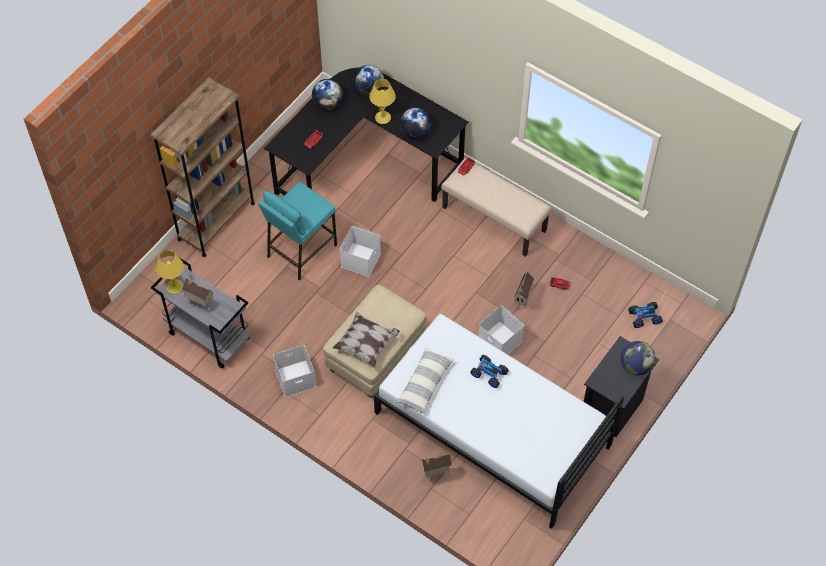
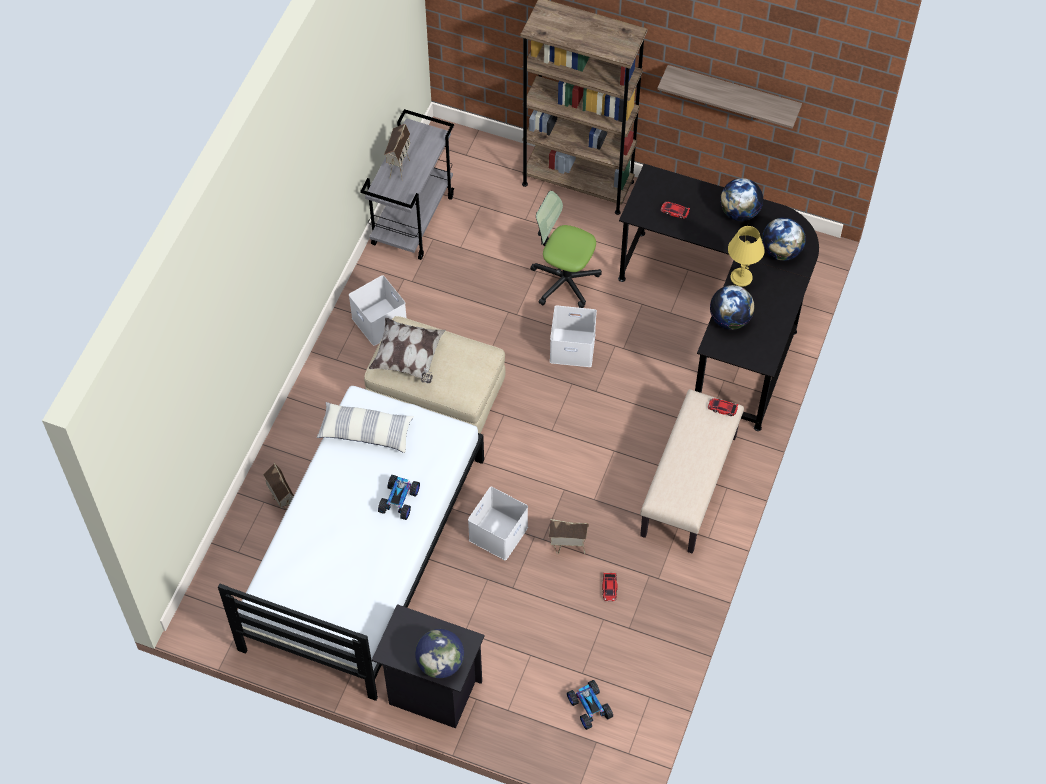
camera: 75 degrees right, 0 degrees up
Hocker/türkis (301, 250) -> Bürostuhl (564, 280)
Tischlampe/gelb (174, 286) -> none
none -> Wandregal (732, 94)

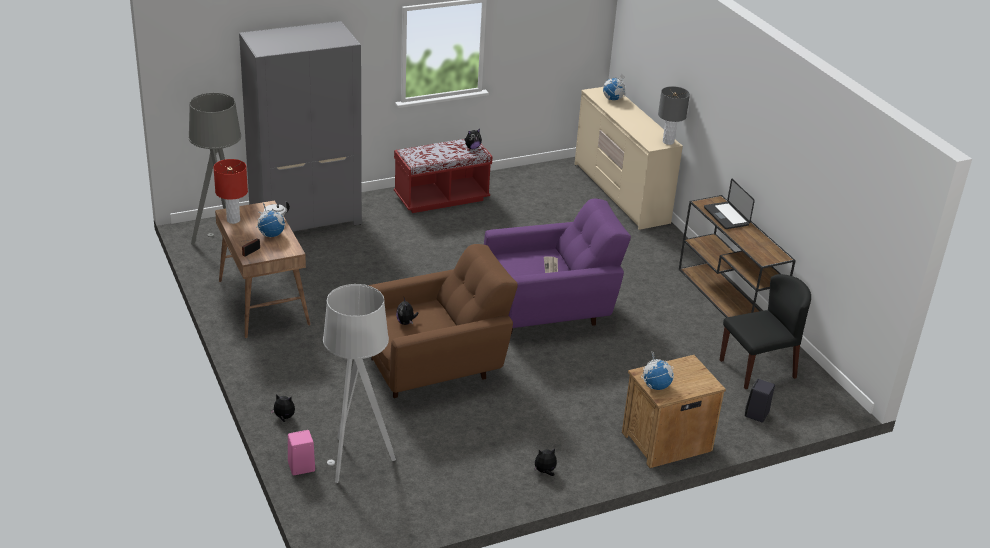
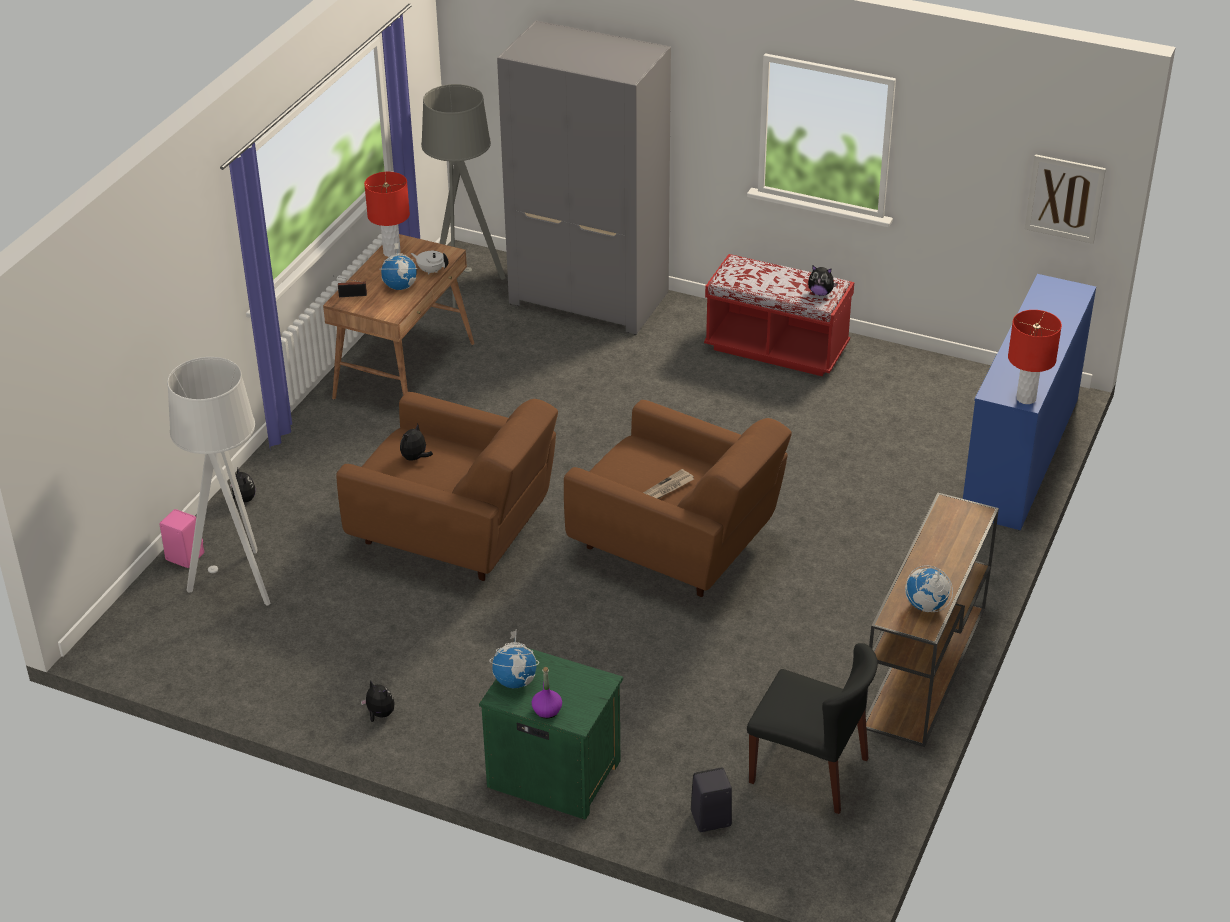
camera: 50 degrees right, 5 degrees up
Globus (613, 99) -> Globus (926, 606), moved
Tischlampe/grau (668, 142) -> Tischlampe/rot (1026, 398)
Kommode/beige (621, 193) -> Kommode/blau (1020, 456)
Laptop (726, 216) -> none
Sessel/lila (549, 310) -> Sessel/braun (678, 549)
Nachttisch/braun (665, 441) -> Nachttisch/grün (553, 772)
none -> Bild (1064, 198)
none -> Flasche/lila (547, 710)

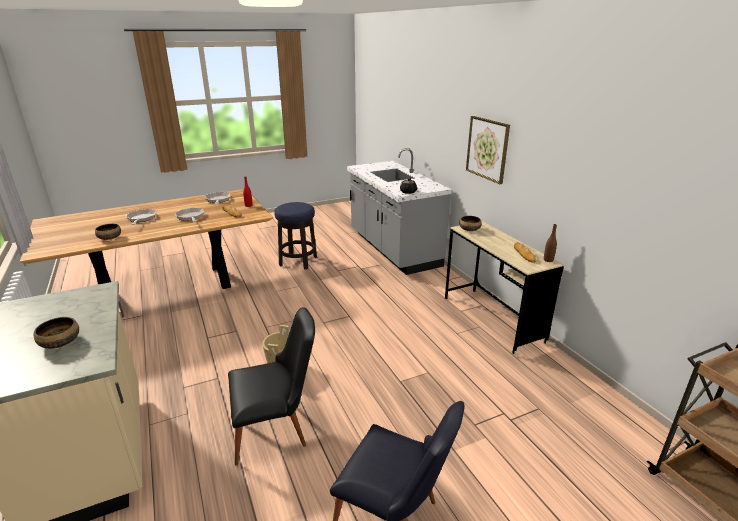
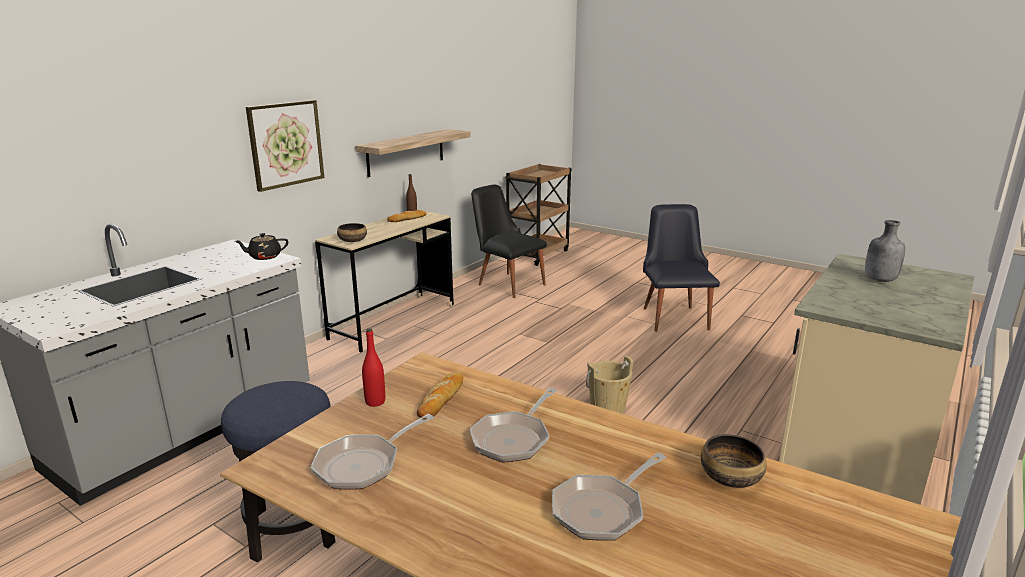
camera: 120 degrees left, 5 degrees down
Stuhl/schwarz (276, 430) -> Stuhl/schwarz (507, 283), moved
Schüssel (61, 342) -> Flasche/grau (879, 280)
none -> Wandregal (406, 152)

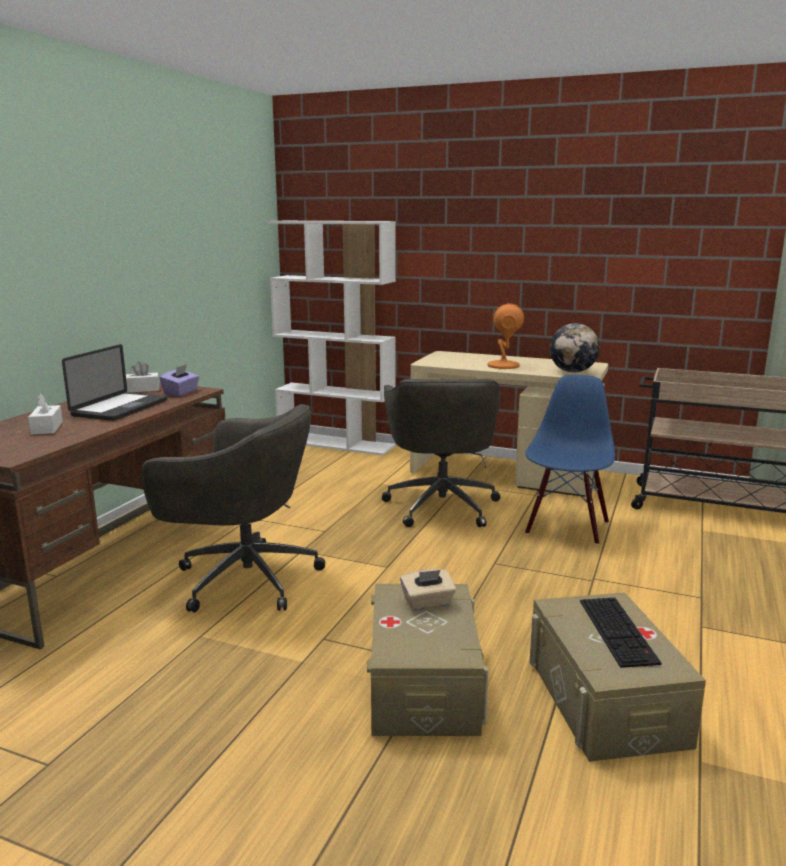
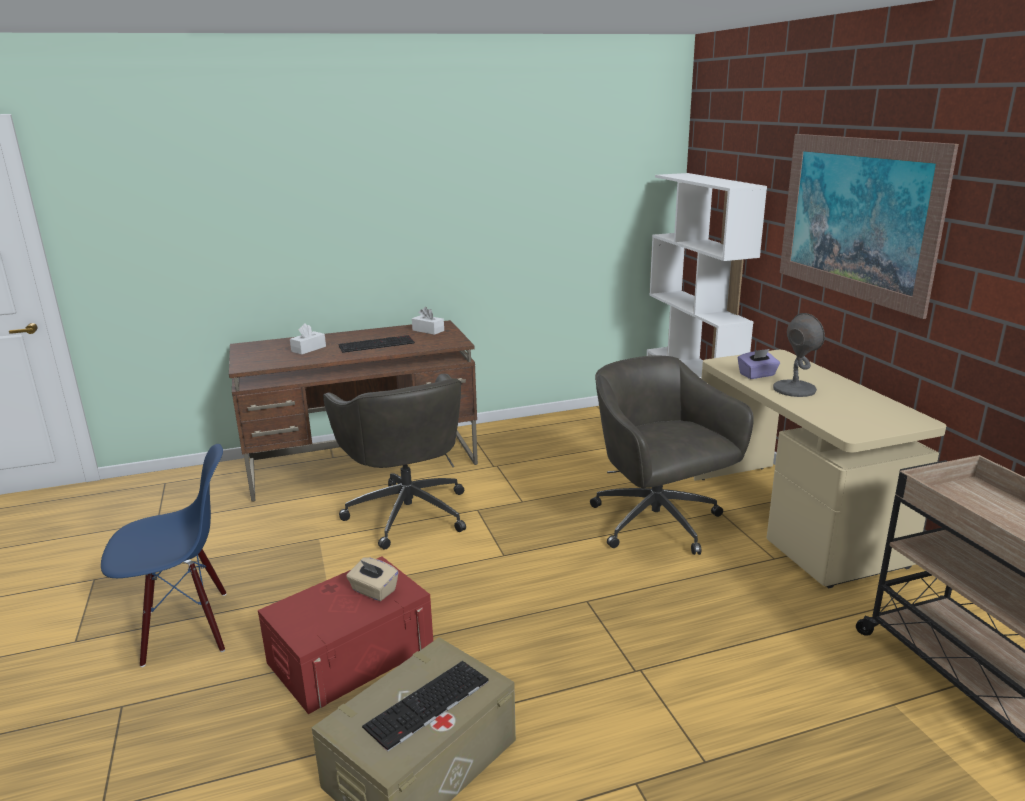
camera: 50 degrees right, 5 degrees up
Tischlampe/orange (503, 365) -> Tischlampe/grau (794, 389)
Globus (572, 372) -> none
Laptop (120, 408) -> Tastatur (377, 344)
Taschentuchbox/lila (181, 392) -> Taschentuchbox/lila (757, 375), moved
Stuhl/blau (565, 527) -> Stuhl/blau (186, 629), moved
Bürostuhl/grau (442, 505) -> Bürostuhl/grau (658, 524), 105 degrees clockwise
Aufbewahrungsbox/beige (423, 683) -> Aufbewahrungsbox/rot (351, 654)
none -> Bild (856, 218)

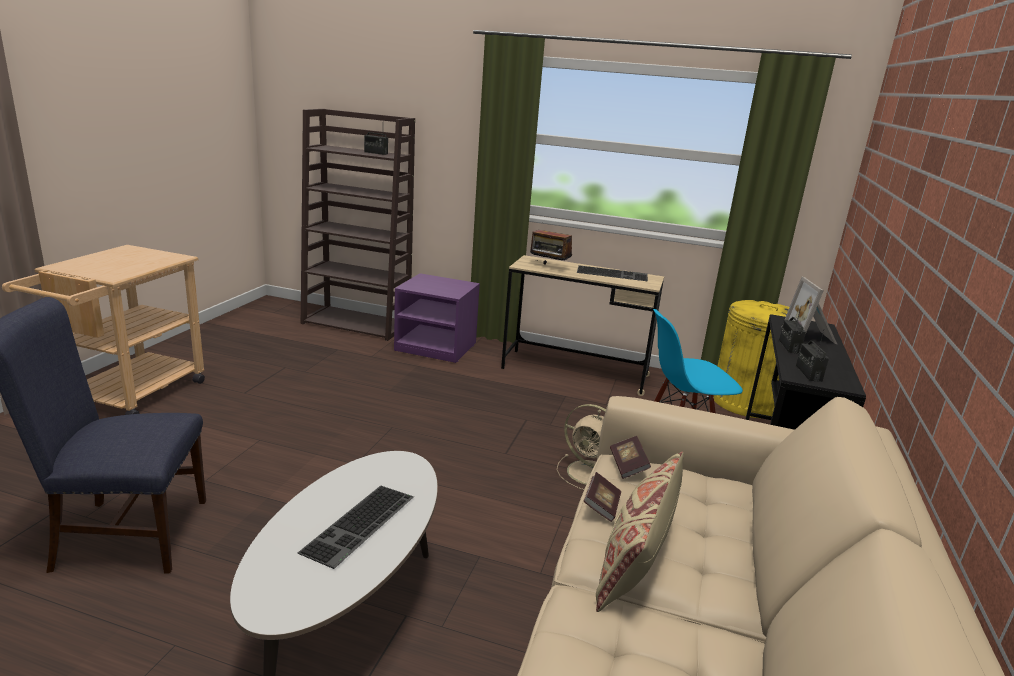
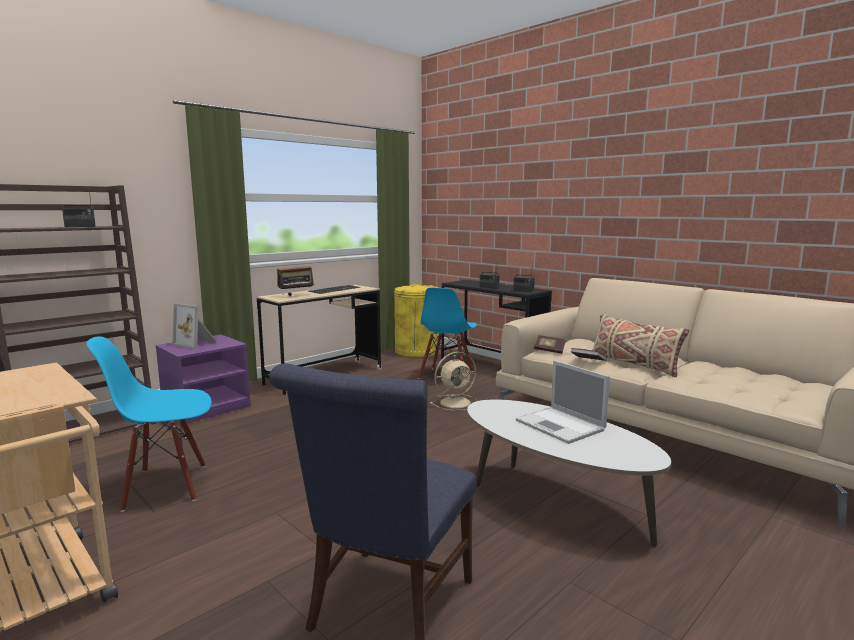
camera: 60 degrees left, 10 degrees down
Bilderrahmen (810, 336) -> Bilderrahmen (197, 343), moved
Tastatur (360, 525) -> Laptop (561, 426)
none -> Stuhl/blau (166, 486)

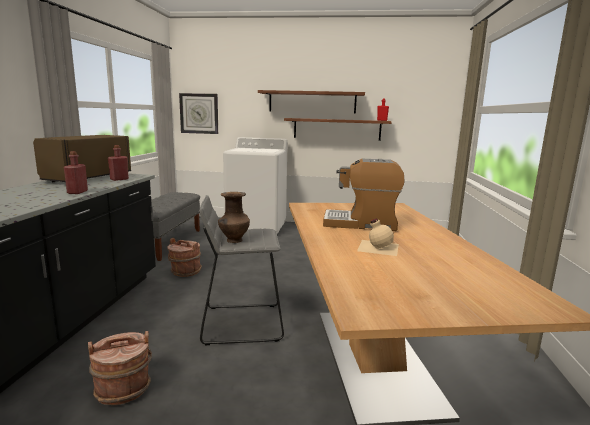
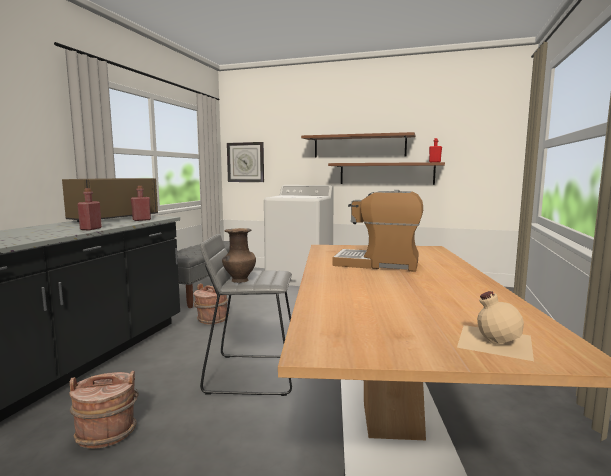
camera: 10 degrees right, 5 degrees down
Flasche/beige (377, 247) -> Flasche/beige (493, 340), moved

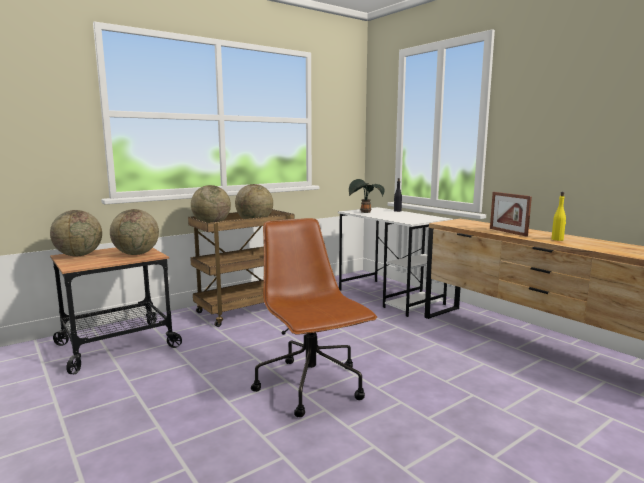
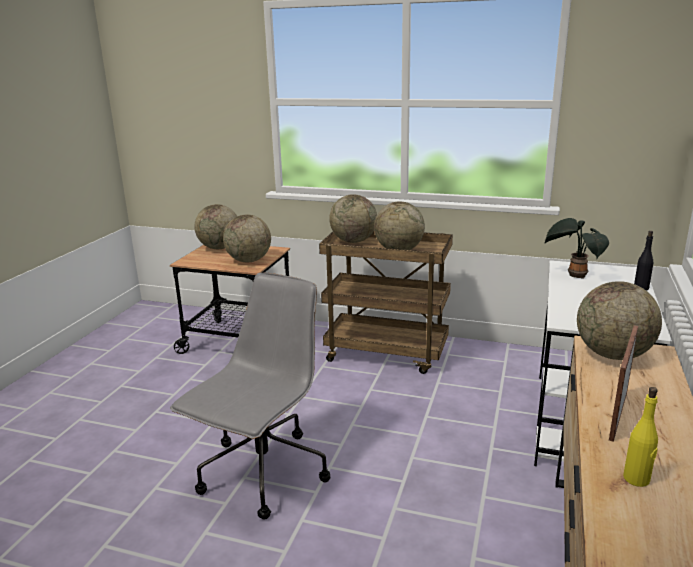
camera: 55 degrees right, 10 degrees up
Bürostuhl/braun (312, 386) -> Bürostuhl/grau (263, 474)
none -> Globus (613, 354)

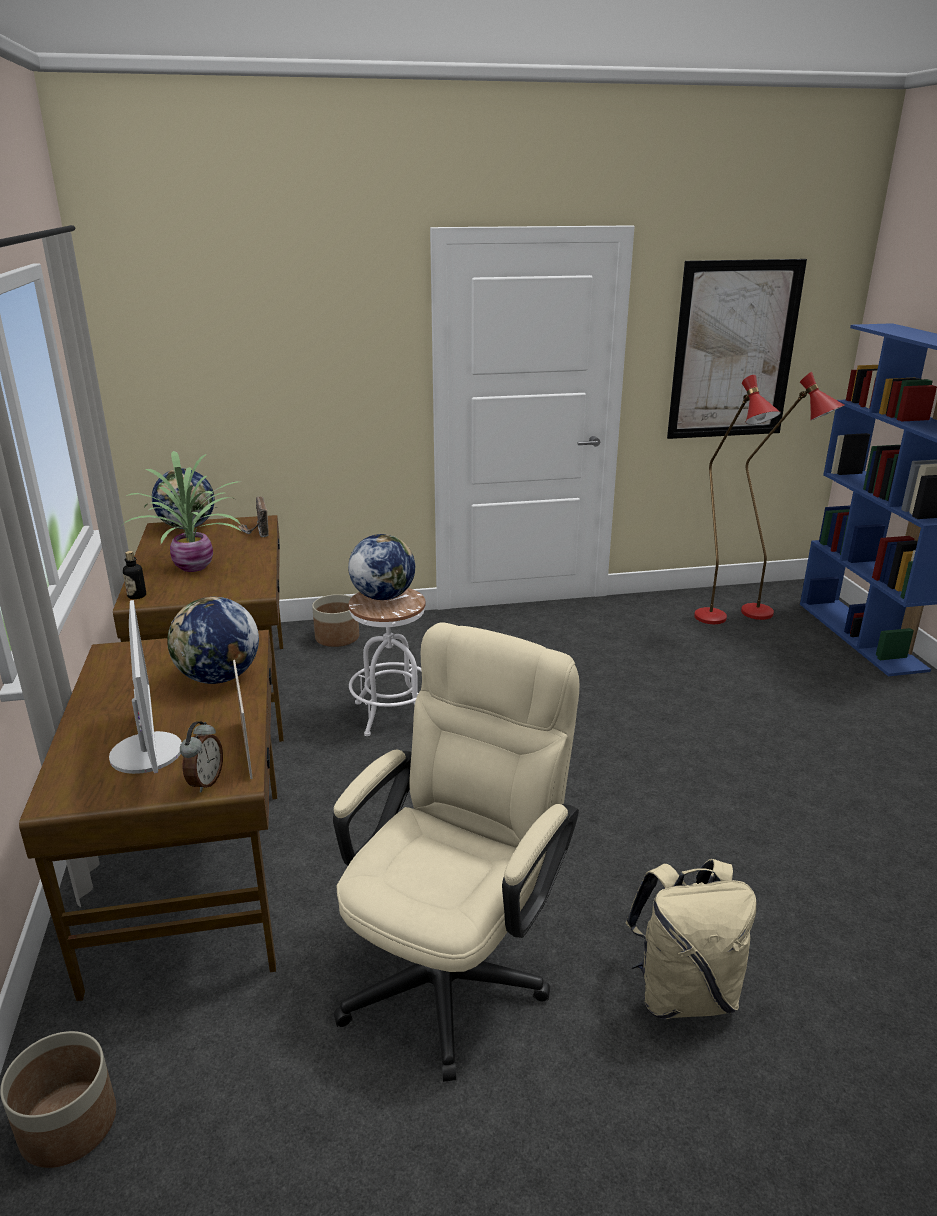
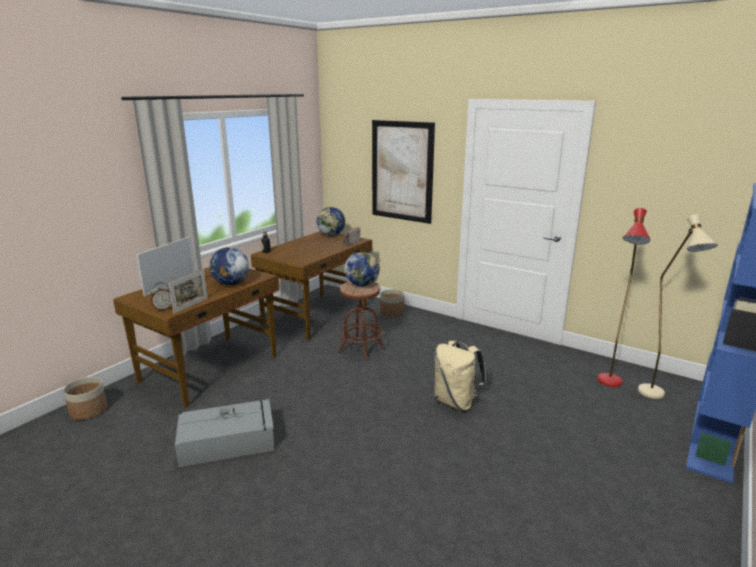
camera: 45 degrees right, 5 degrees down
Bild (734, 351) -> Bild (401, 171), moved
Stehlampe/rot (768, 616) -> Stehlampe/beige (656, 397)
Topfpflanze (196, 566) -> none
Hocker/weiß (392, 714) -> Hocker/braun (361, 349)
Bürostuhl/beige (454, 965) -> Aufbewahrungsbox/grau (229, 442)
Rucksack/beige (683, 993) -> Rucksack/beige (456, 402), moved

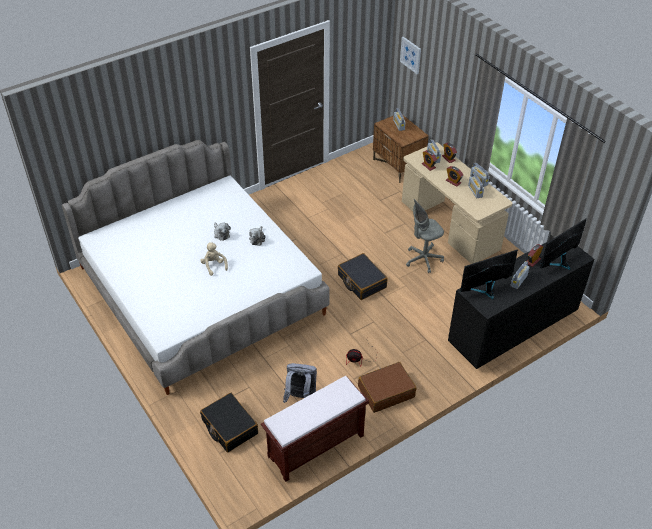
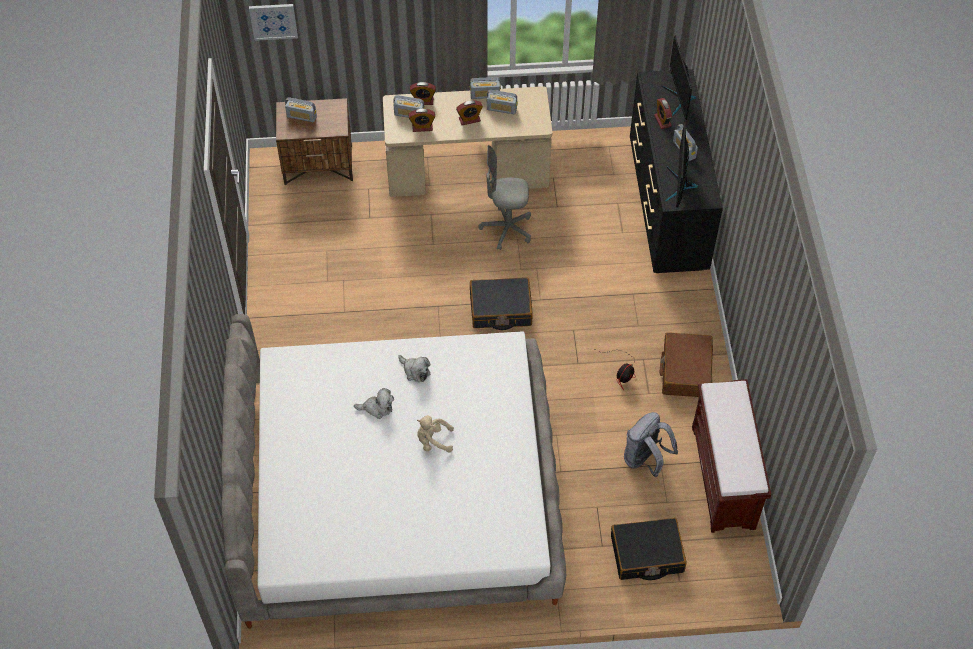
camera: 60 degrees left, 10 degrees up
Bürostuhl/grau (423, 259) -> Bürostuhl/grau (506, 229), 90 degrees clockwise

